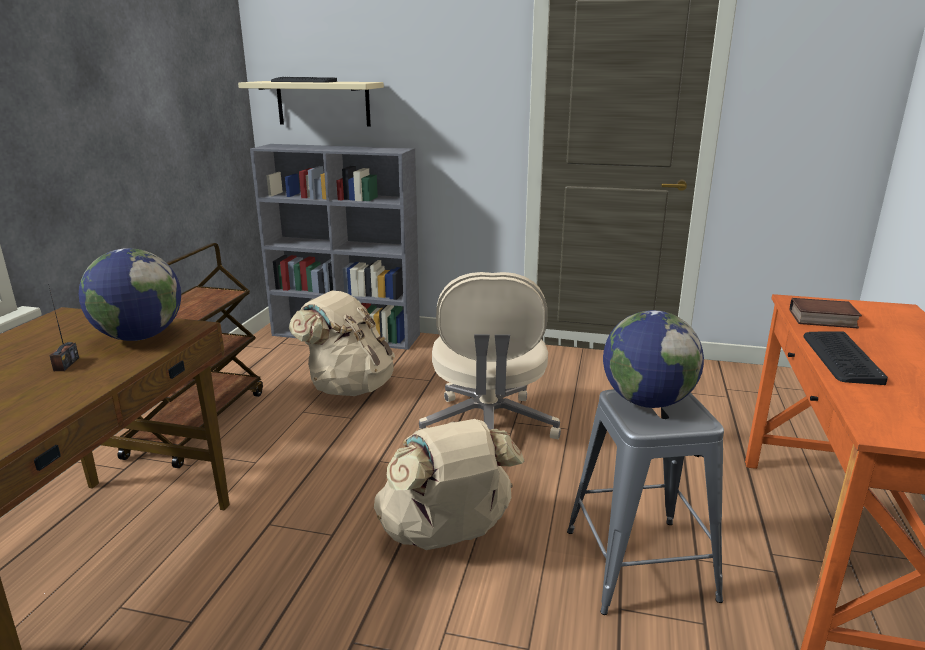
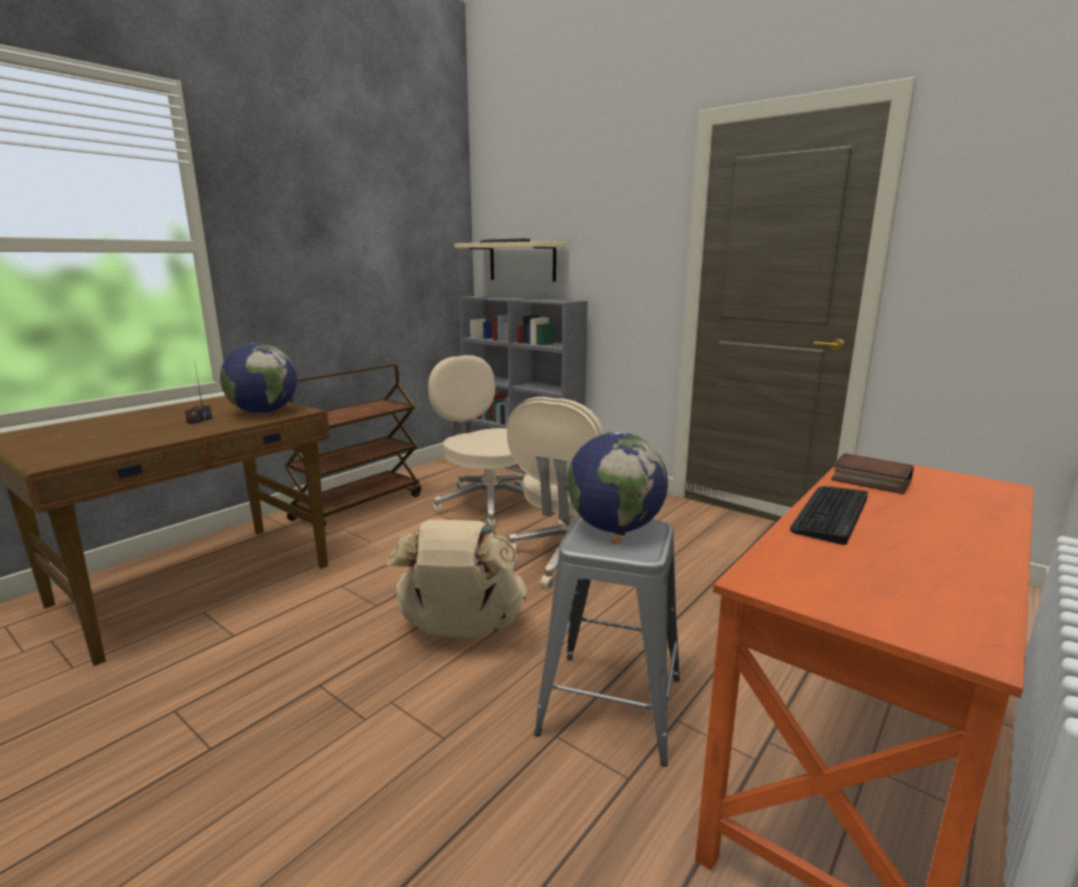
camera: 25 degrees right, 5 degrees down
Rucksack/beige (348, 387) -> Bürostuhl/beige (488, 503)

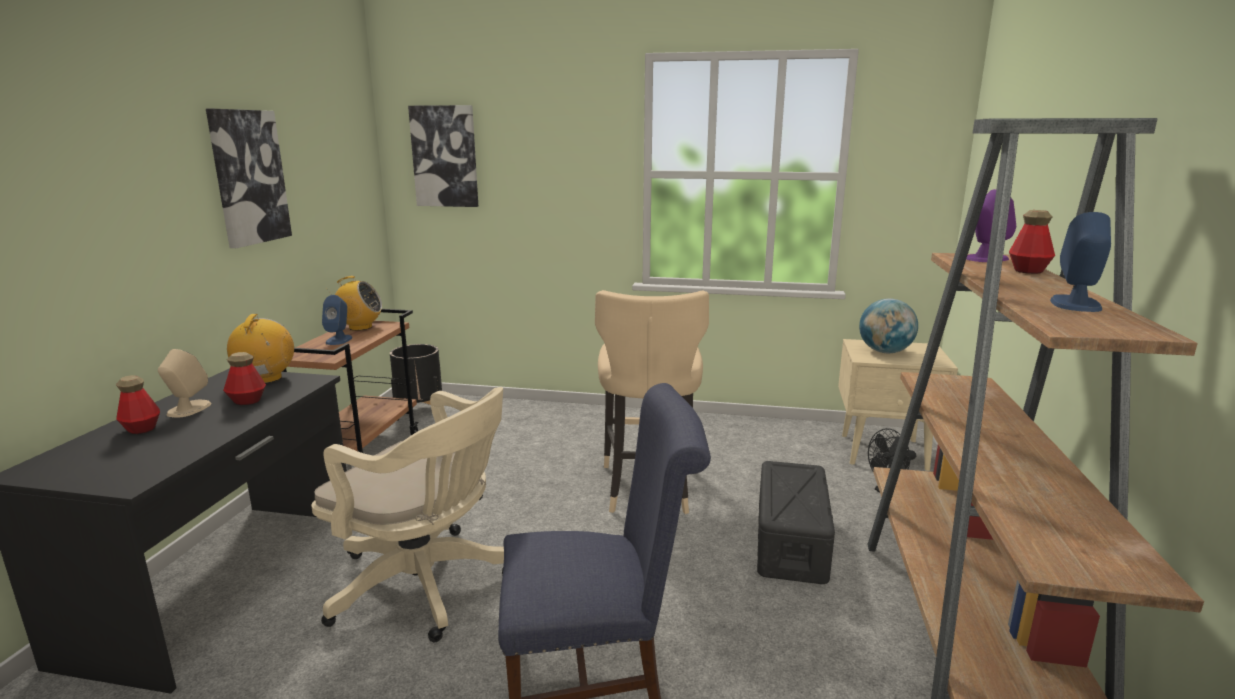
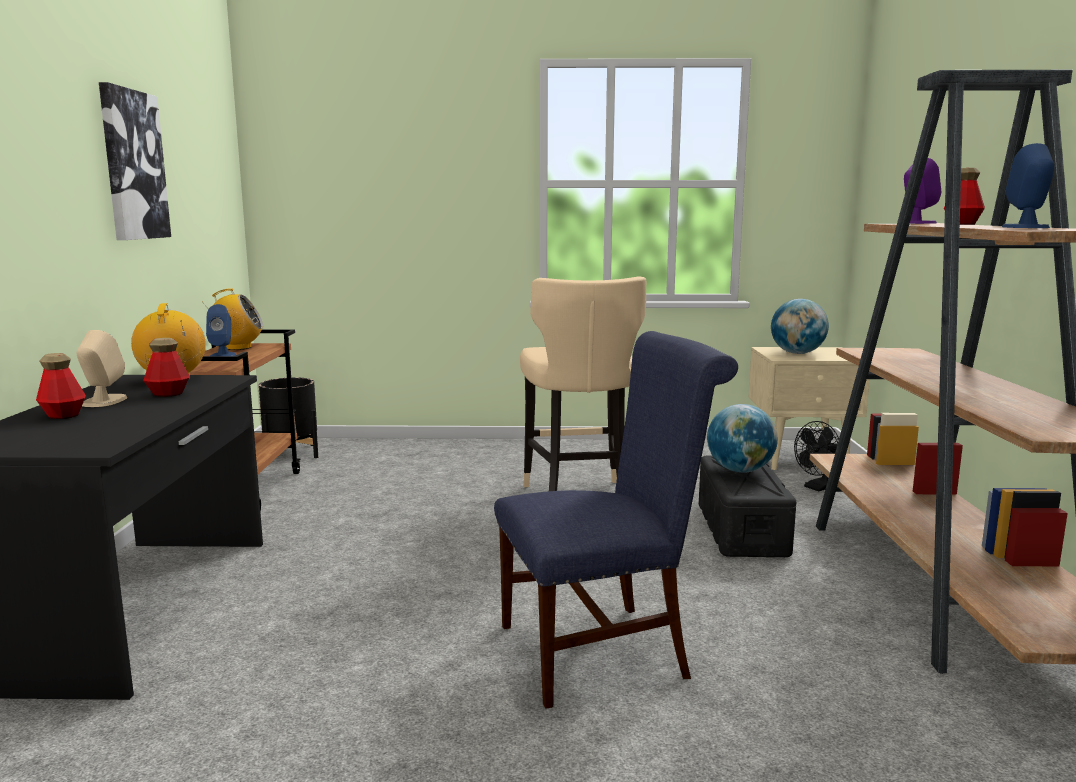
camera: 10 degrees left, 5 degrees down
Bild (445, 156) -> none
Bürostuhl/beige (427, 586) -> none
none -> Globus (740, 470)

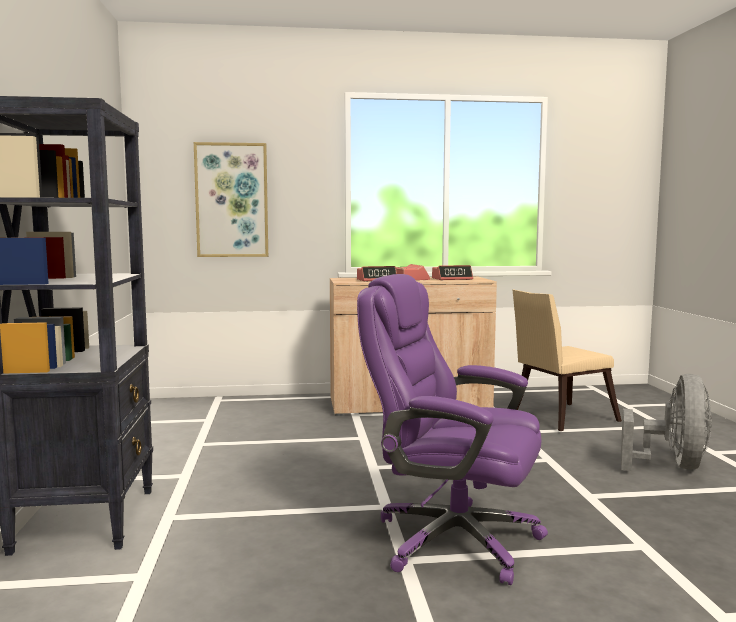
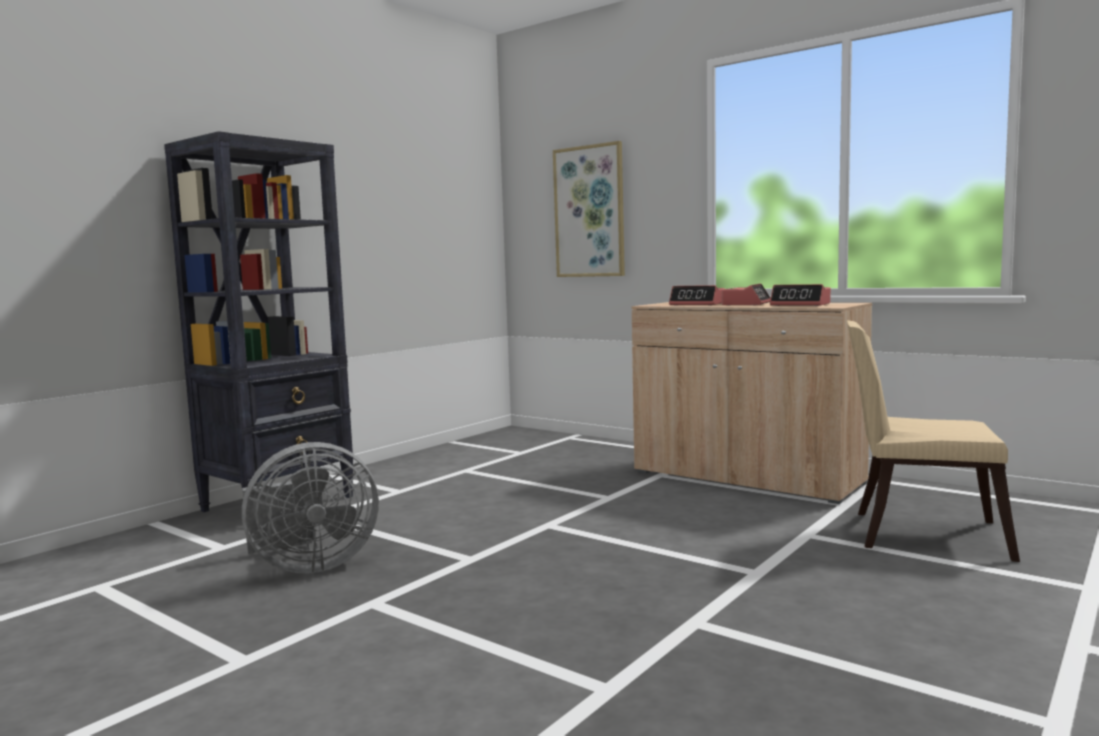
camera: 45 degrees right, 0 degrees up
Bürostuhl/lila (452, 539) -> none
Ventilator/grau (672, 466) -> Ventilator/grau (309, 566), moved

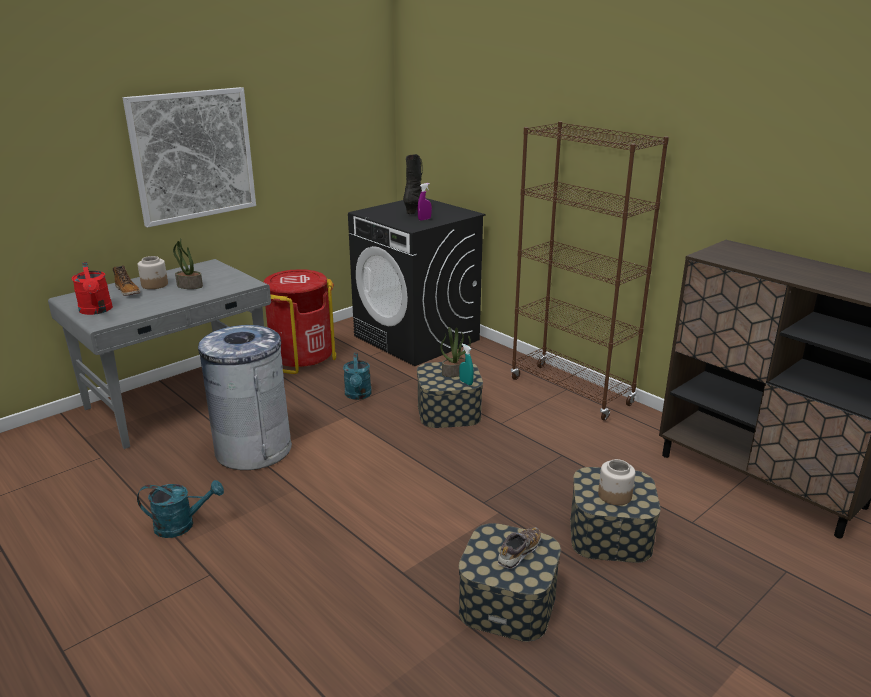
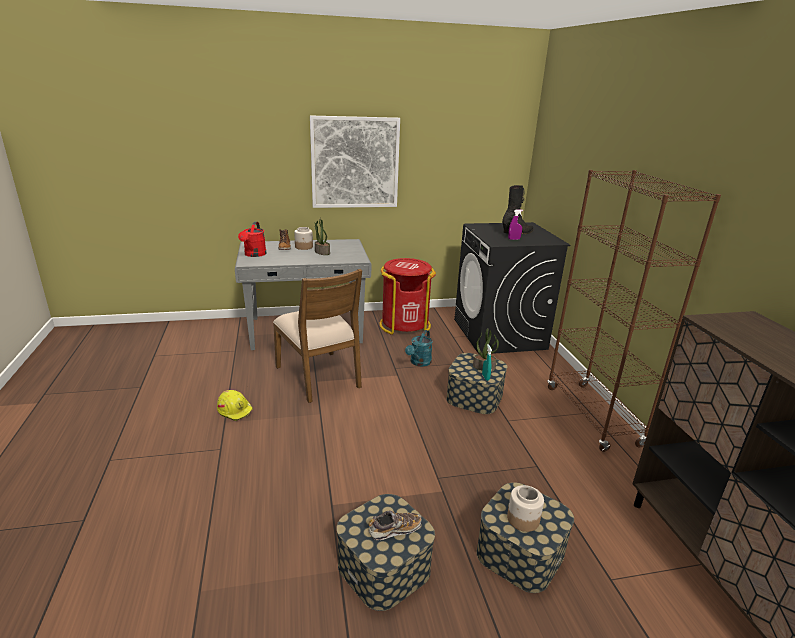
camera: 30 degrees right, 0 degrees up
Mülleimer/grau (253, 449) -> Stuhl/braun (319, 376)
Gießkanne/türkis (182, 525) -> Schutzhelm/gelb (235, 410)

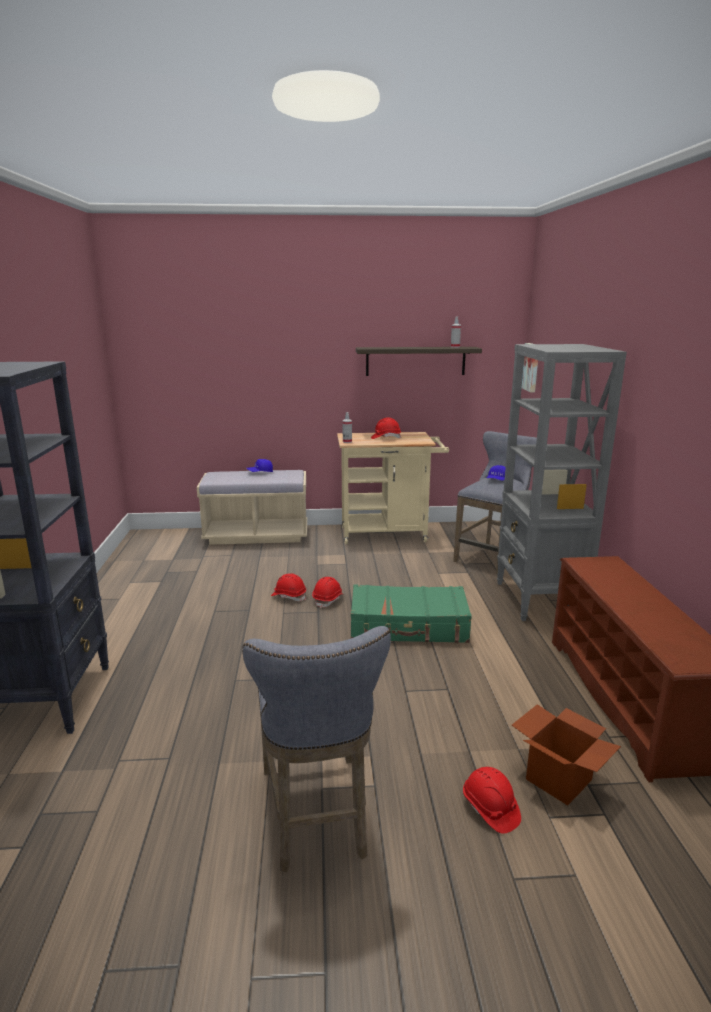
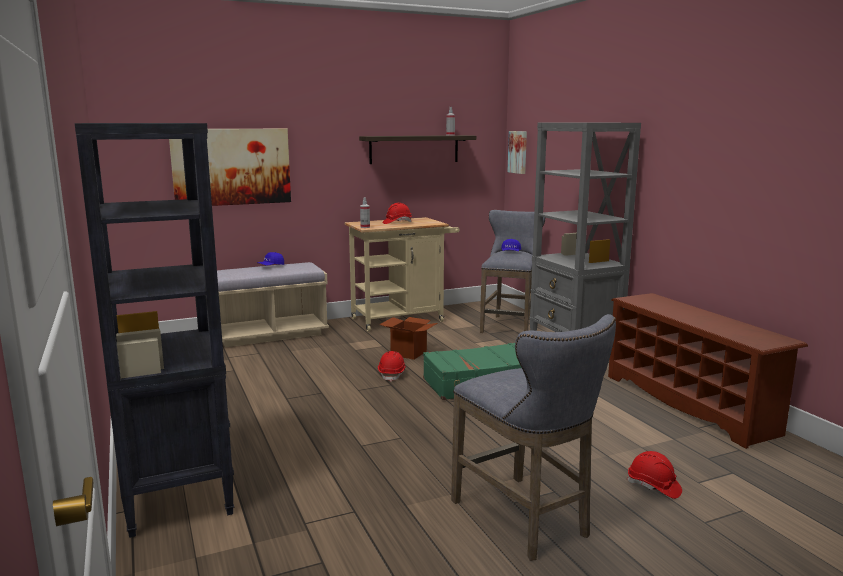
camera: 20 degrees left, 5 degrees down
Schutzhelm/rot (289, 596) -> none
Karton (559, 780) -> Karton (408, 353), moved
none -> Bild (232, 167)

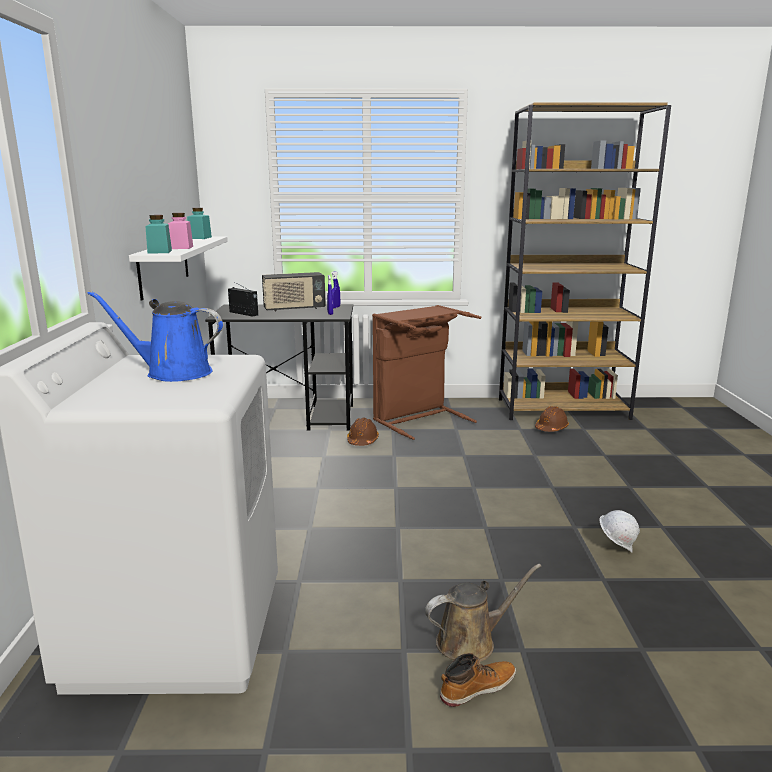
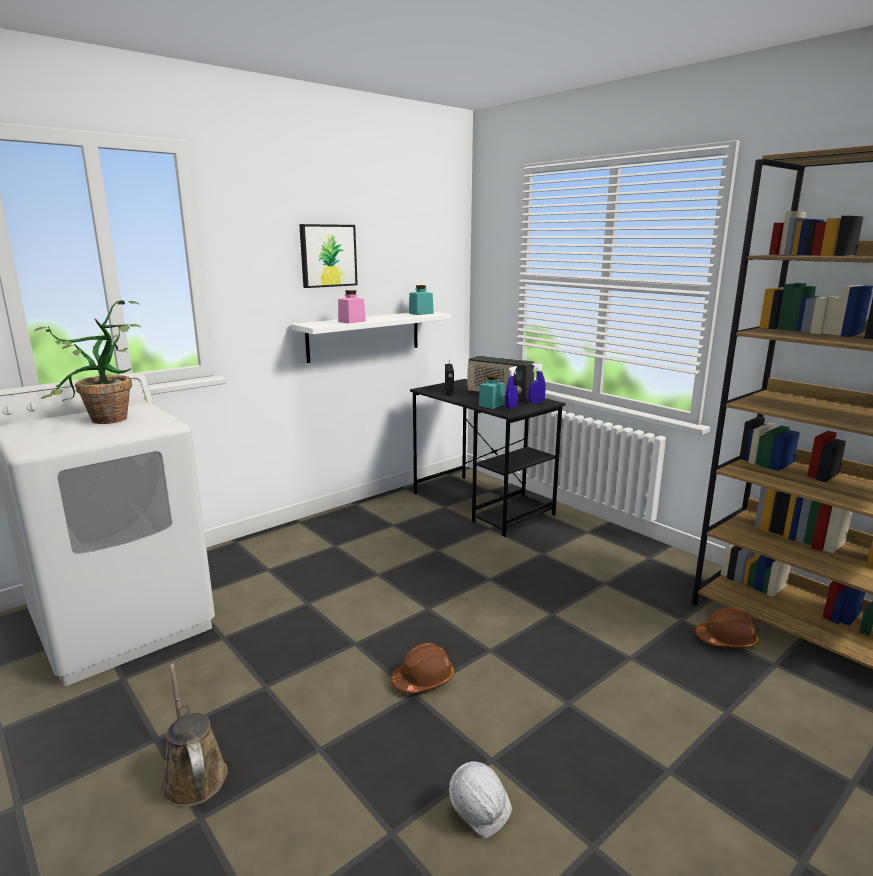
camera: 50 degrees right, 0 degrees up
Vorratsglas/türkis (159, 251) -> Vorratsglas/türkis (491, 405), moved
Gießkanne/blau (173, 373) -> Topfpflanze (105, 422)
Wäschekorb/braun (418, 419) -> none
Schutzhelm/braun (362, 441) -> Schutzhelm/braun (423, 679), moved
Gießkanne/braun (471, 641) -> Gießkanne/braun (193, 775), 150 degrees counterclockwise
Stiefel (477, 688) -> none
none -> Bild (327, 255)

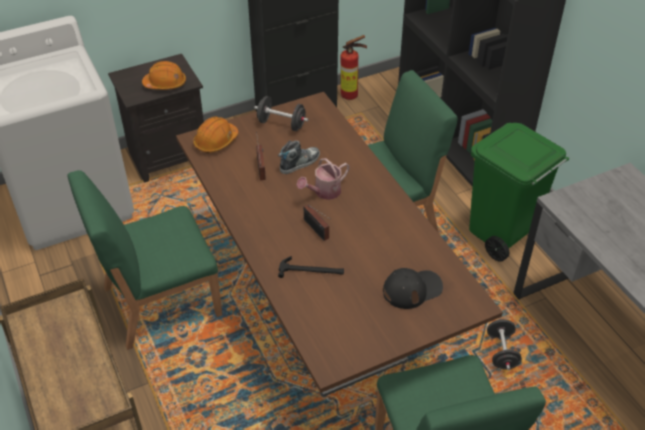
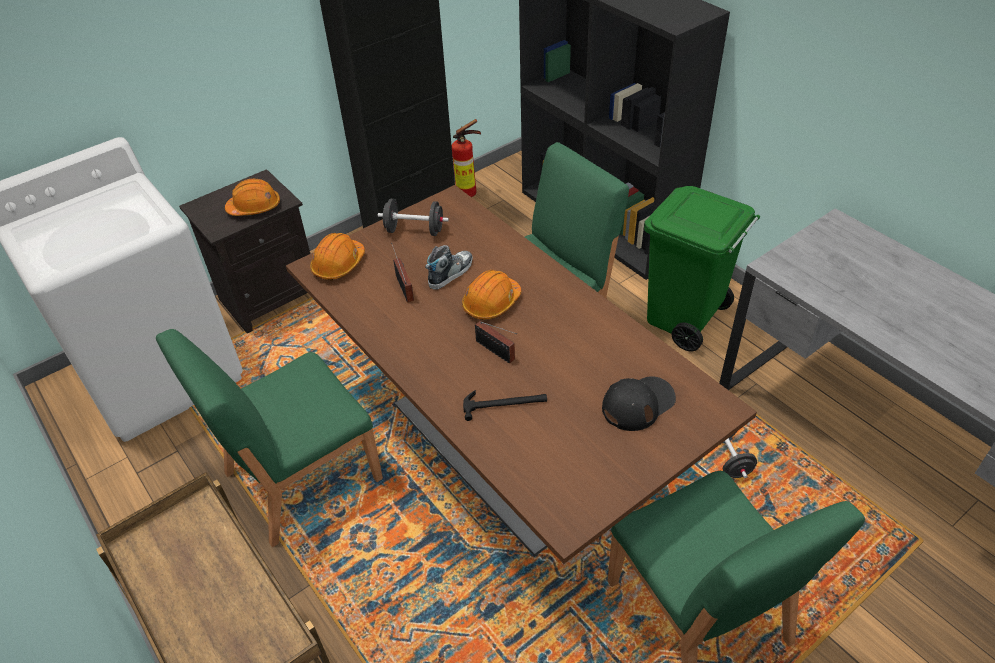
camera: 10 degrees left, 0 degrees up
Gießkanne (324, 192) -> Schutzhelm/orange (491, 303)

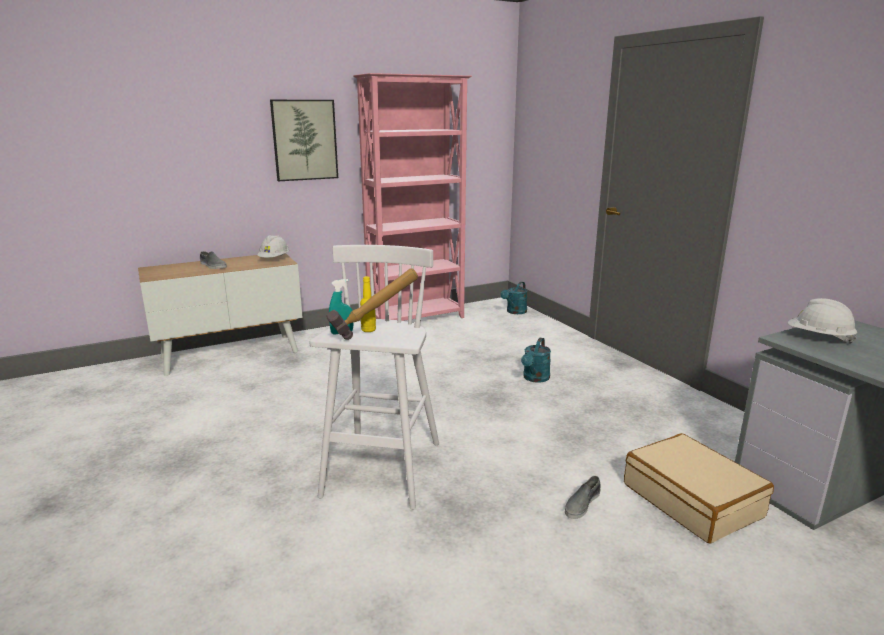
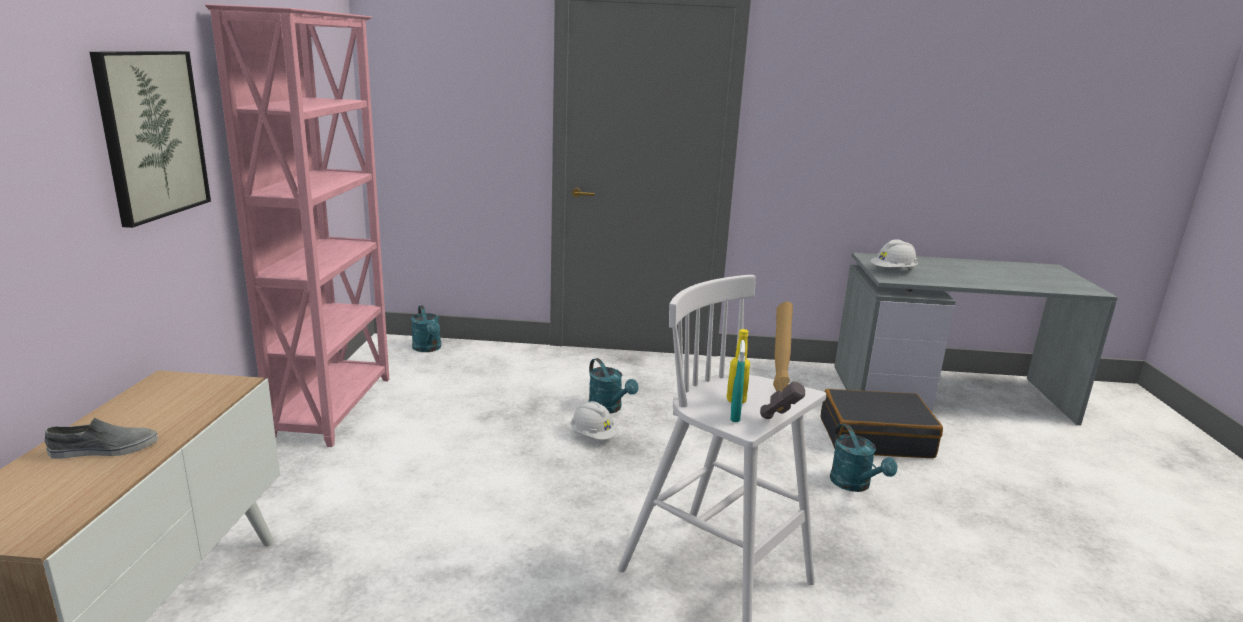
camera: 60 degrees left, 0 degrees up
Schutzhelm/weiß (274, 259) -> Schutzhelm/weiß (593, 436), moved
Koffer/beige (692, 500) -> Koffer/schwarz (875, 437)
Schuh/grau (582, 504) -> Gießkanne/türkis (855, 485)

